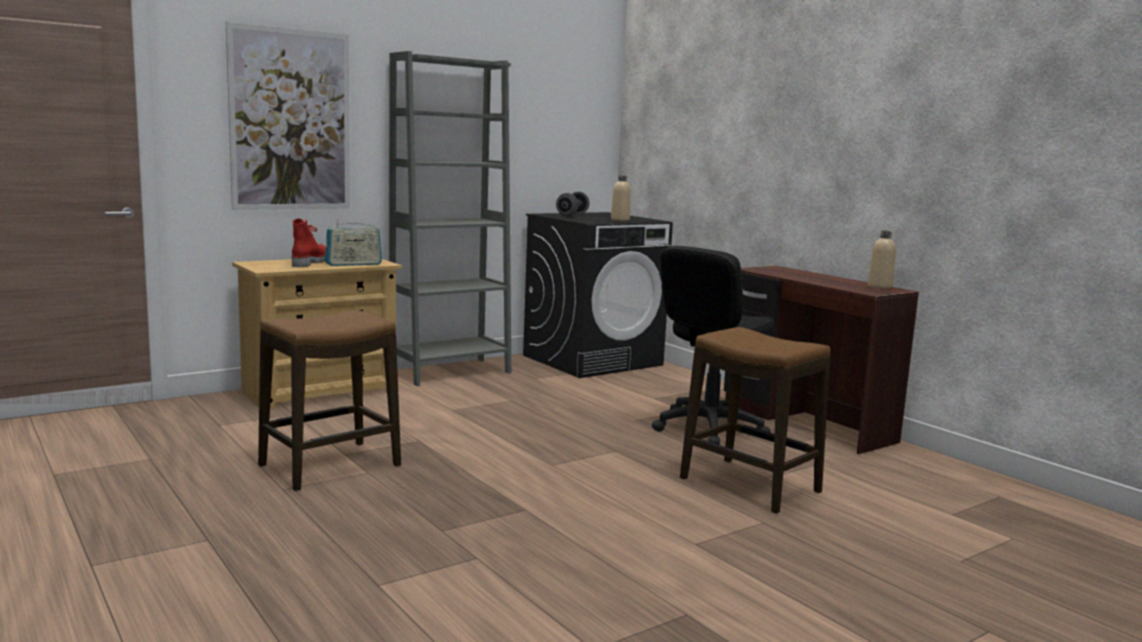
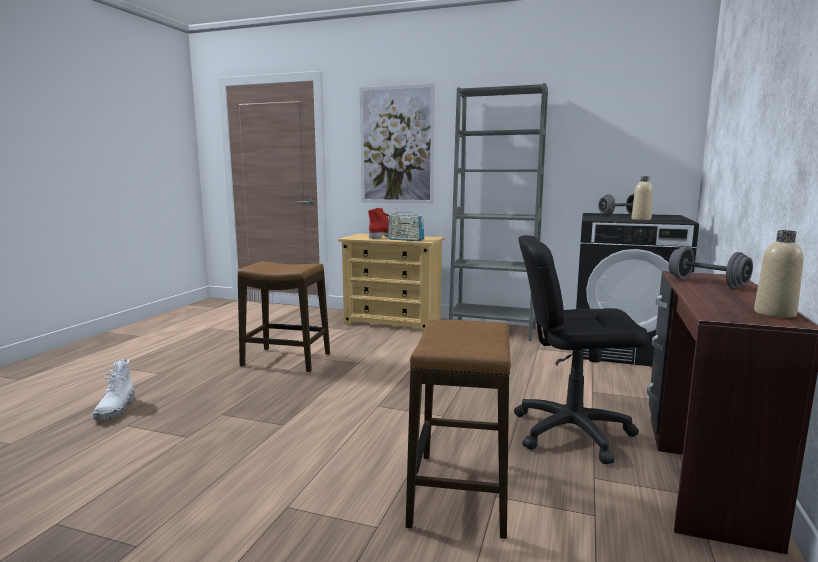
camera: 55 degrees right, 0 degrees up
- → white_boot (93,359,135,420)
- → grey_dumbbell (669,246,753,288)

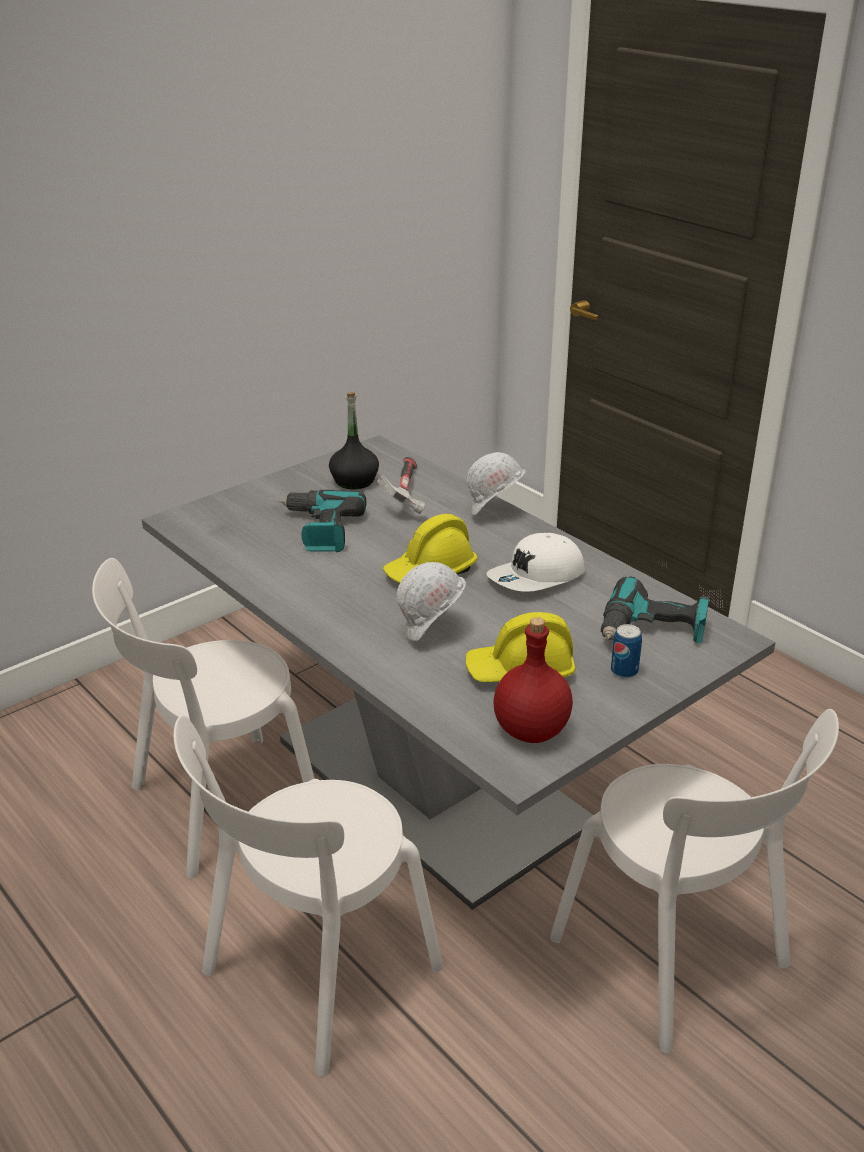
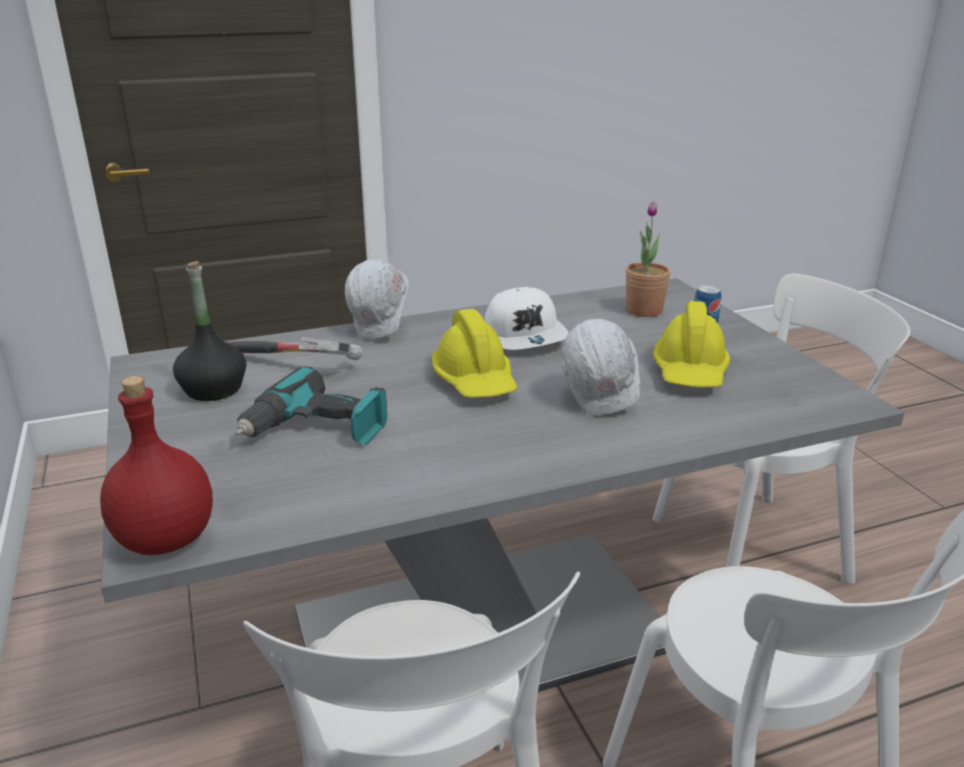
camera: 70 degrees left, 5 degrees down
red_bottle (493,617,573,743) → red_bottle (100,376,213,555), move
power_drill (601,576,709,644) → potted_plant (626,202,671,317)

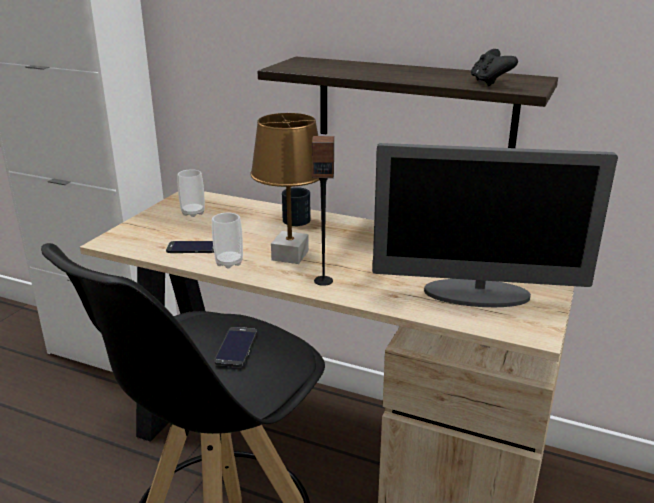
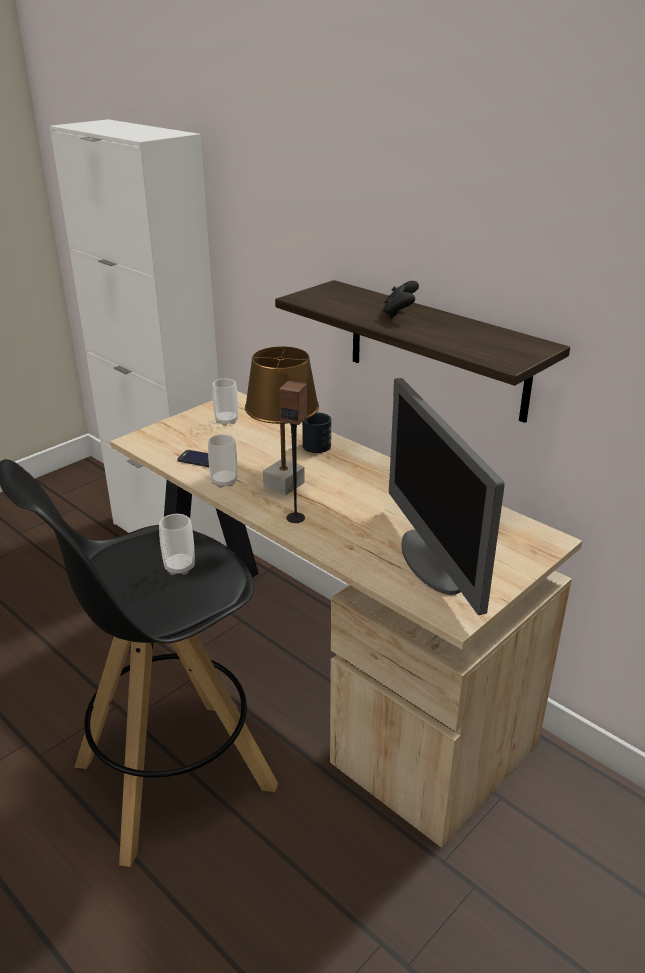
camera: 20 degrees right, 5 degrees up
black_game_controller (471,49,518,87) → black_game_controller (383,281,419,318), move
phone (214,327,257,367) → cup (159,514,195,575)
monitor (373,143,618,307) → monitor (389,378,505,615), 45 degrees clockwise

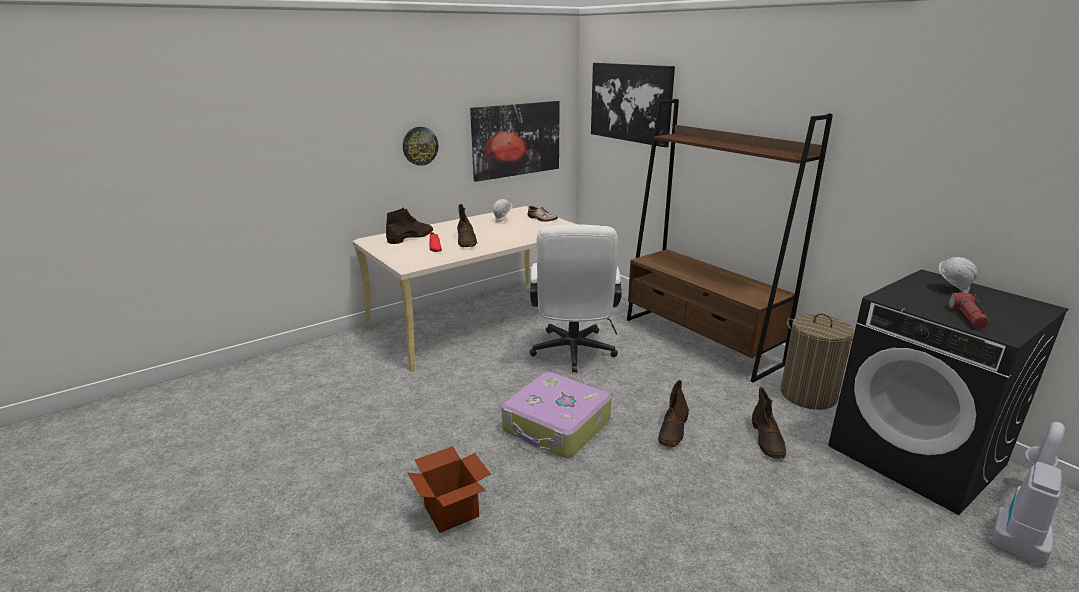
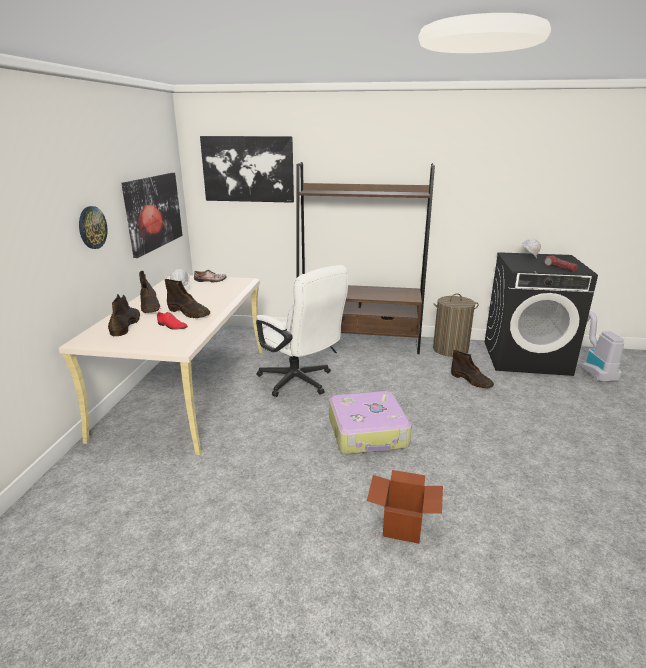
camera: 45 degrees left, 0 degrees up
brown_boot (659,380,689,447) → brown_boot (139,271,160,313), move

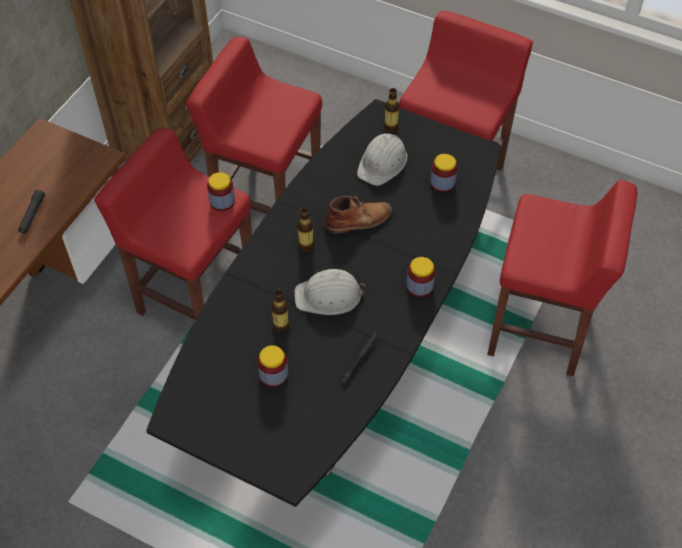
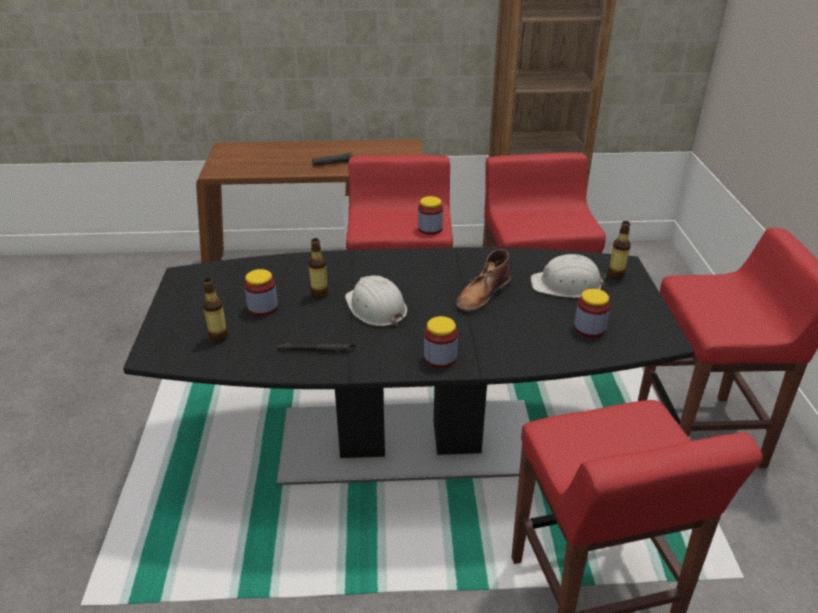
camera: 60 degrees right, 20 degrees down
bottle (297,208,314,252) → bottle (203,278,228,342), move
brown_boot (324,196,392,234) → brown_boot (456,249,511,312), 90 degrees clockwise

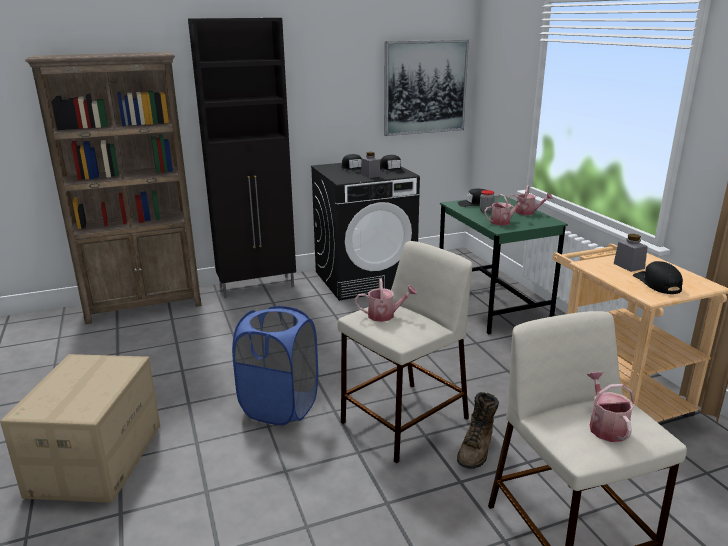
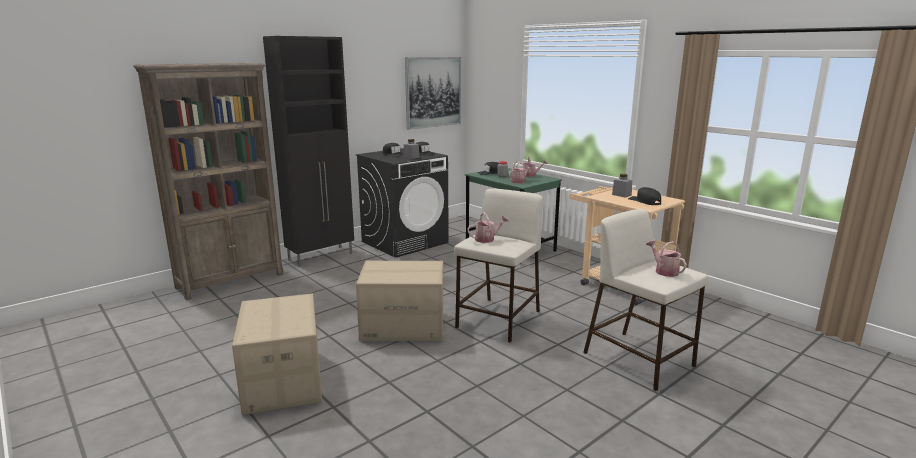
camera: 20 degrees left, 5 degrees down
brown_boot (457,392,499,469) → -
blue_laundry_basket (232,306,318,425) → cardboard_box (356,261,443,341)

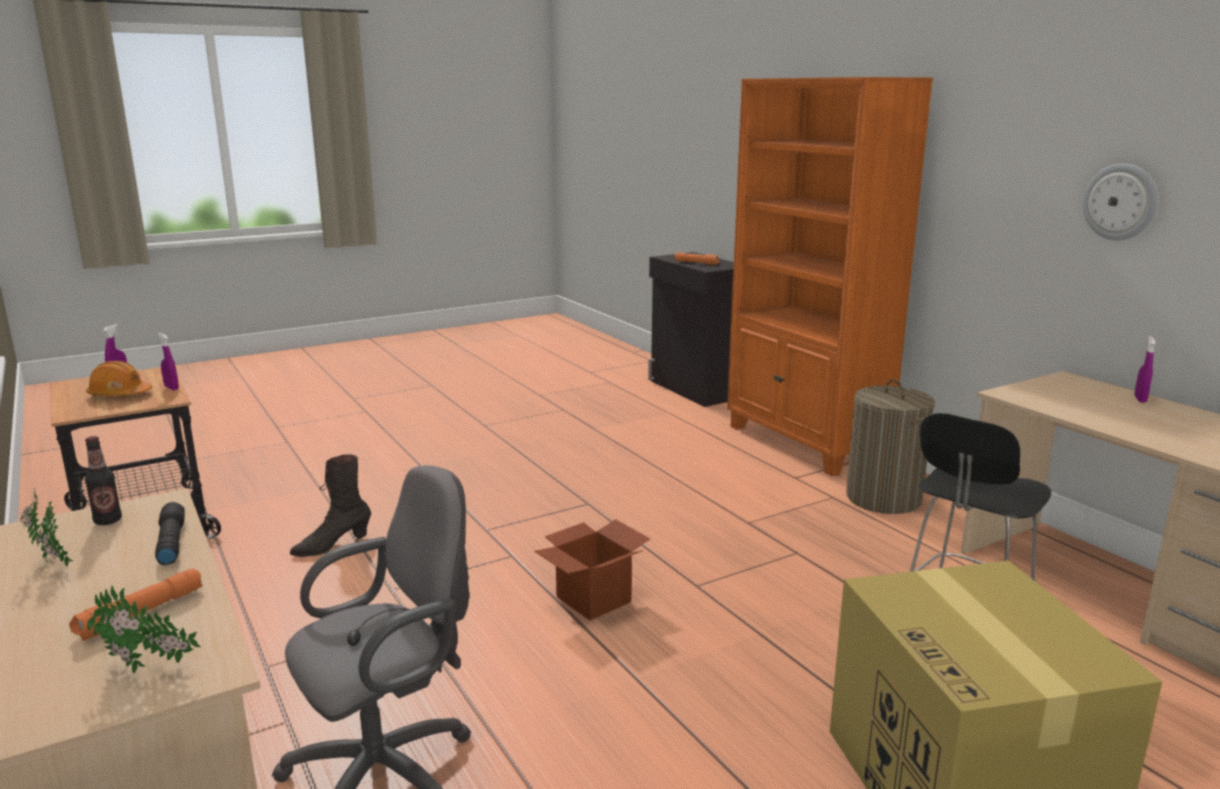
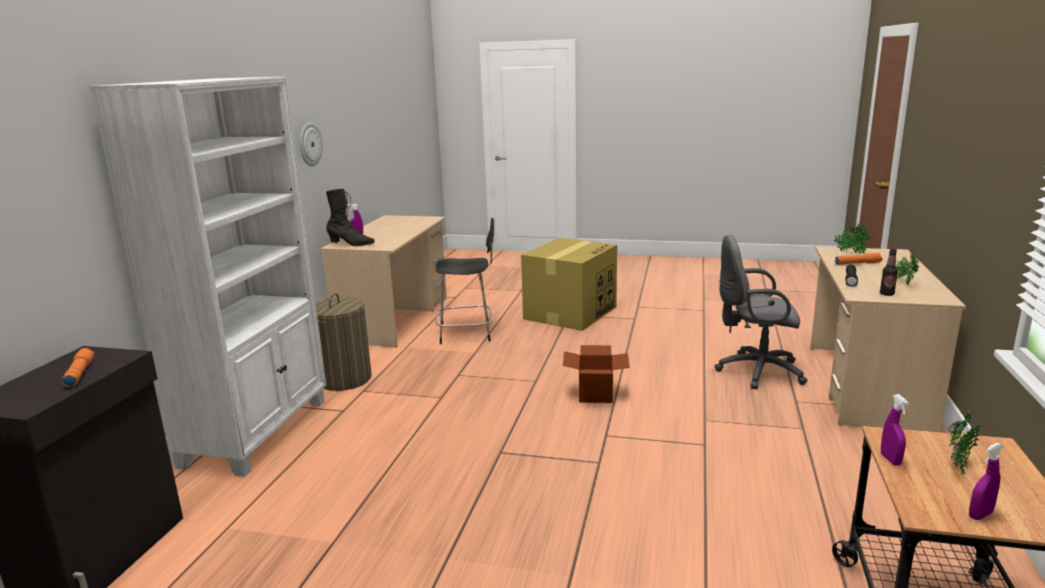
camera: 135 degrees left, 0 degrees up
black_boot (289,454,371,557) → black_boot (326,189,375,246), move
orange_hard_hat (86,361,152,396) → potted_plant (948,412,980,474)
orange_bookcase (727,77,933,476) → white_bookcase (89,77,326,477)

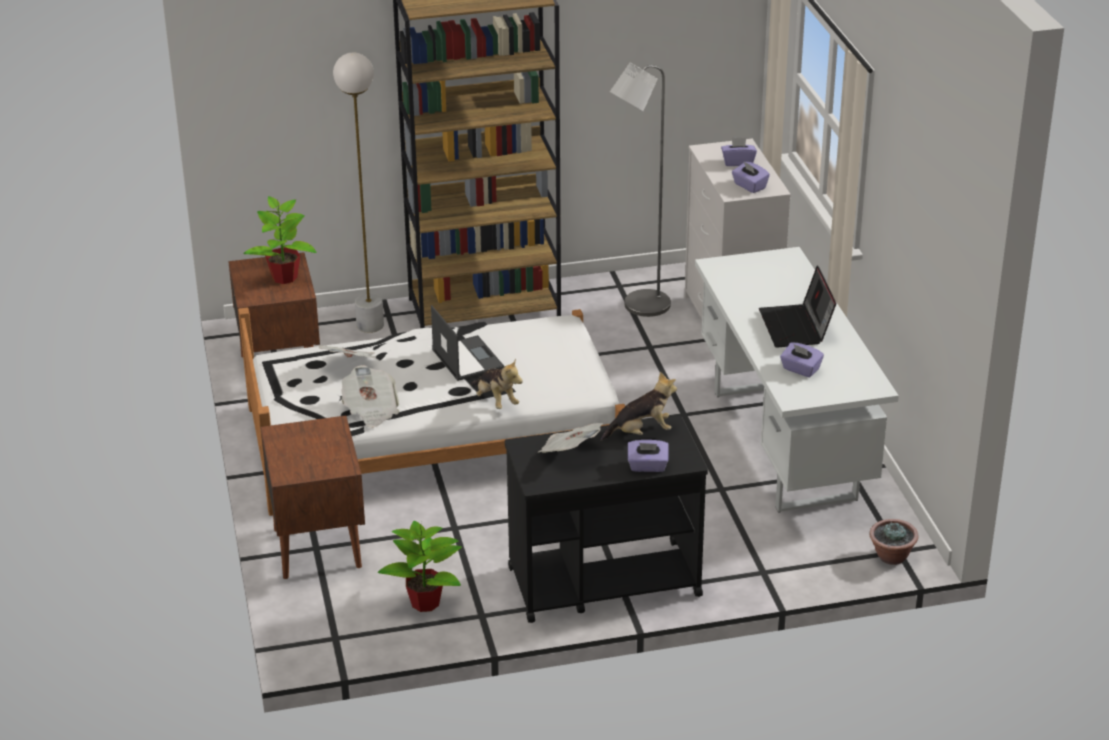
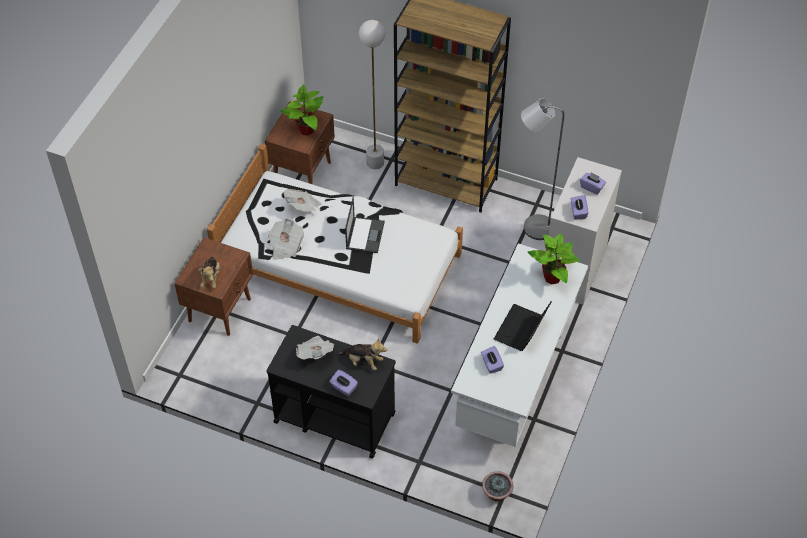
camera: 35 degrees right, 20 degrees up
potted_plant (378,521,462,612) → potted_plant (527,233,580,284), move
plush_toy (471,359,523,409) → plush_toy (199,257,220,288), move

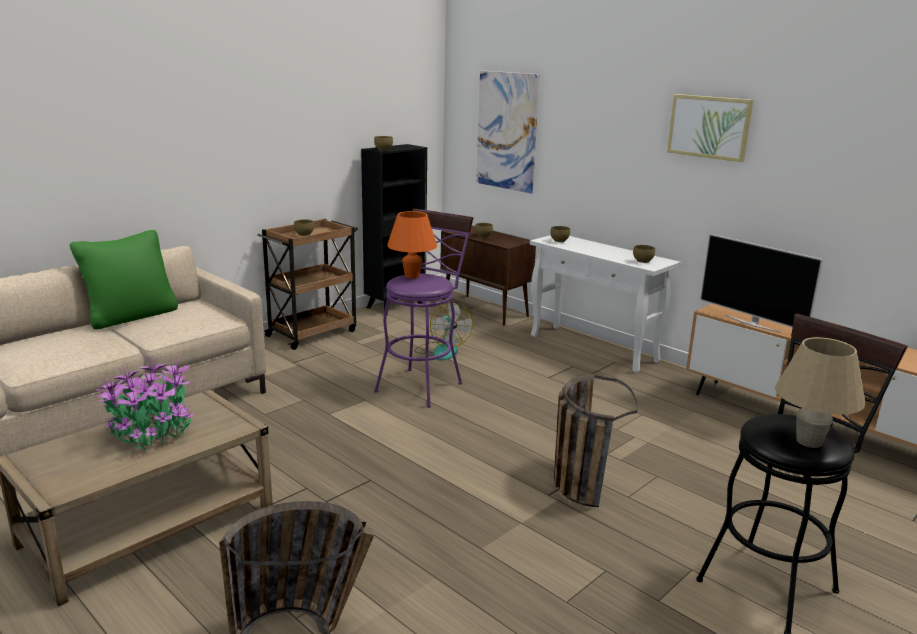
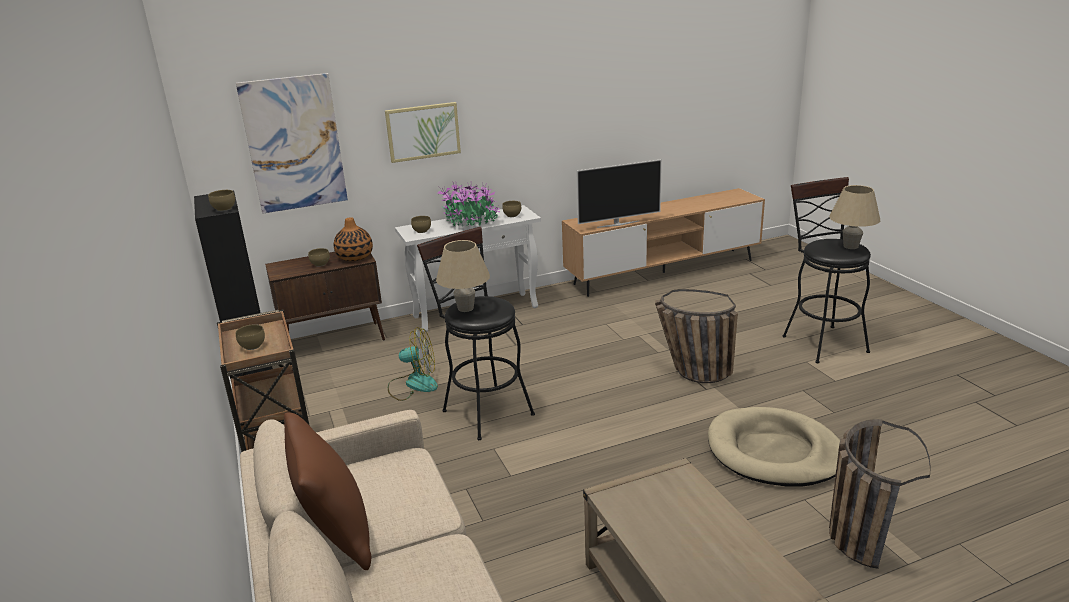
camera: 65 degrees left, 5 degrees up
- → vase (334,217,373,261)
- → beige_dog_bed (708,407,840,487)
potted_plant (96,357,194,450) → potted_plant (436,181,500,226), move
picture (667,94,753,162) → picture (385,102,461,163), move
green_pillow (70,230,178,330) → brown_pillow (284,412,371,570)
purple_stool (374,208,473,408) → black_stool (417,227,535,440)
orange_table_lamp (387,211,437,278) → beige_table_lamp (436,240,490,312)

